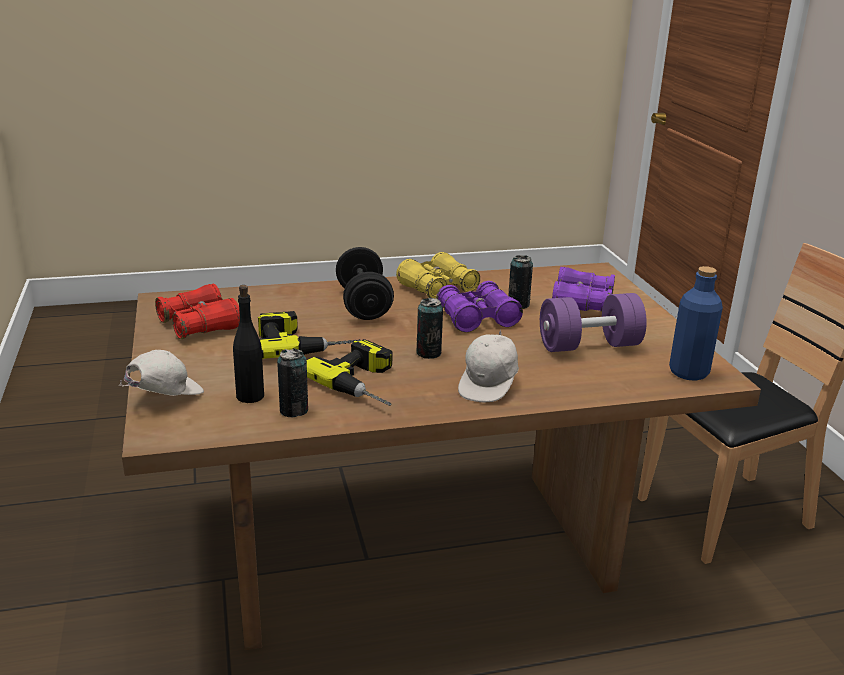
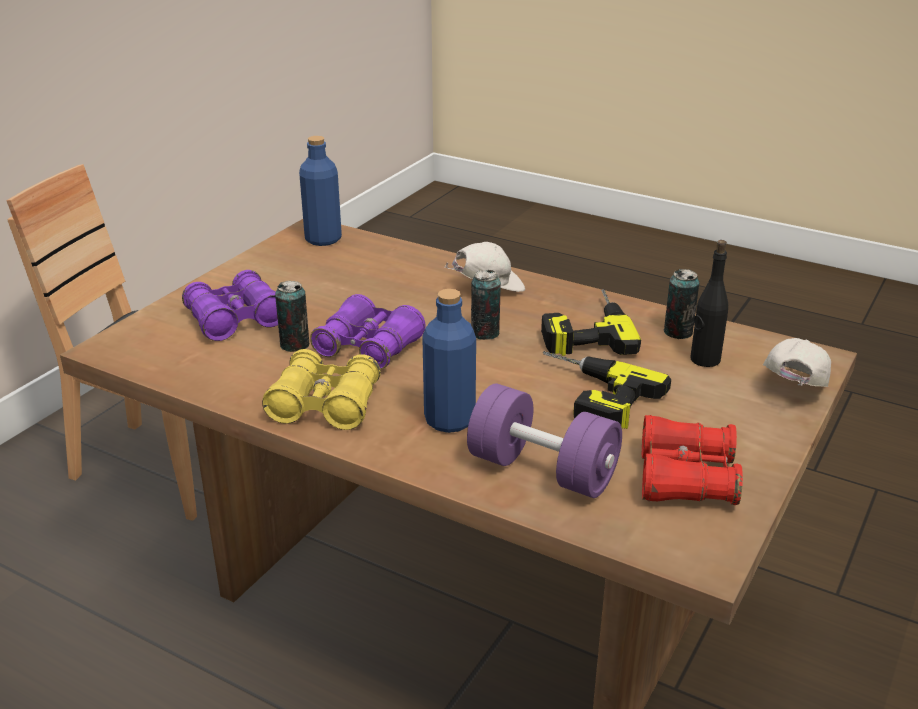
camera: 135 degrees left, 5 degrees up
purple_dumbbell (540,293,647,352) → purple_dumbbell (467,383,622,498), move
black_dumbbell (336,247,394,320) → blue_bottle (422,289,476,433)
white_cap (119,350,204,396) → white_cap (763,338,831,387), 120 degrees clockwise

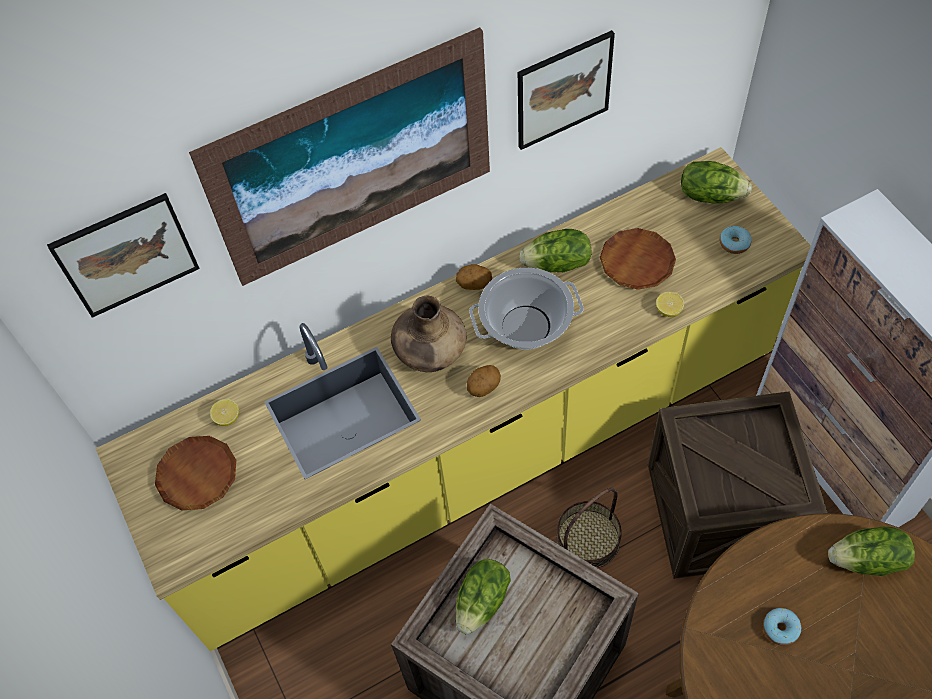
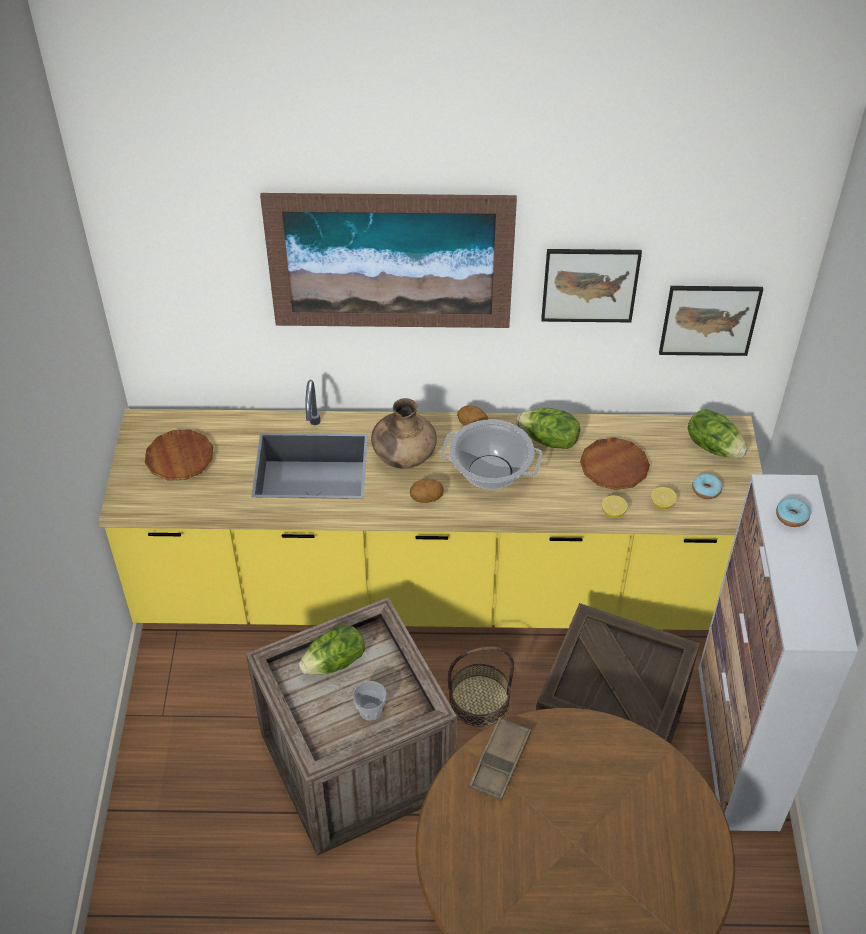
camera: 25 degrees right, 10 degrees down
lettuce (828,527,915,576) → -
- → cup (353,681,386,721)
- → brown_tray (468,717,531,801)
picture (47,193,200,318) → picture (659,286,763,356), move
lemon (210,399,239,426) → lemon (651,487,677,509), move
donut (763,608,801,646) → donut (776,498,810,527), move

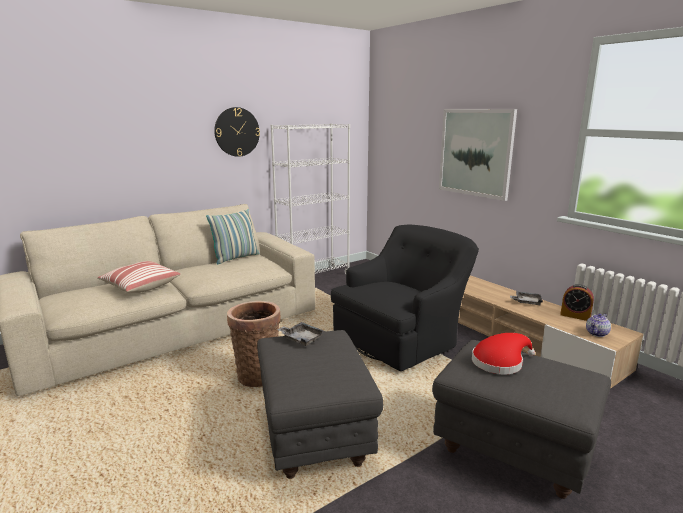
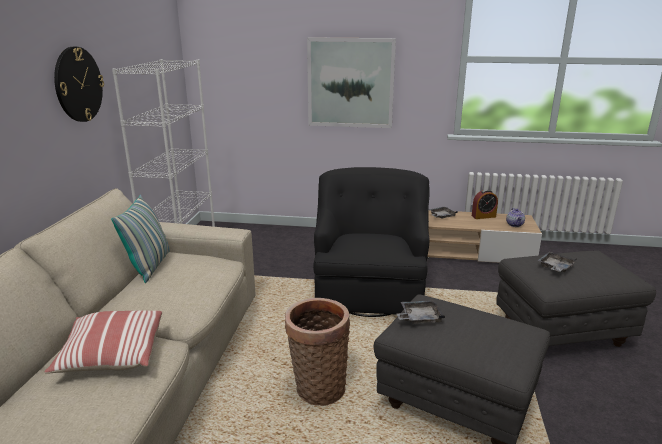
camera: 45 degrees left, 5 degrees up
red_hat (472,333,535,375) → grey_tray (538,252,577,272)

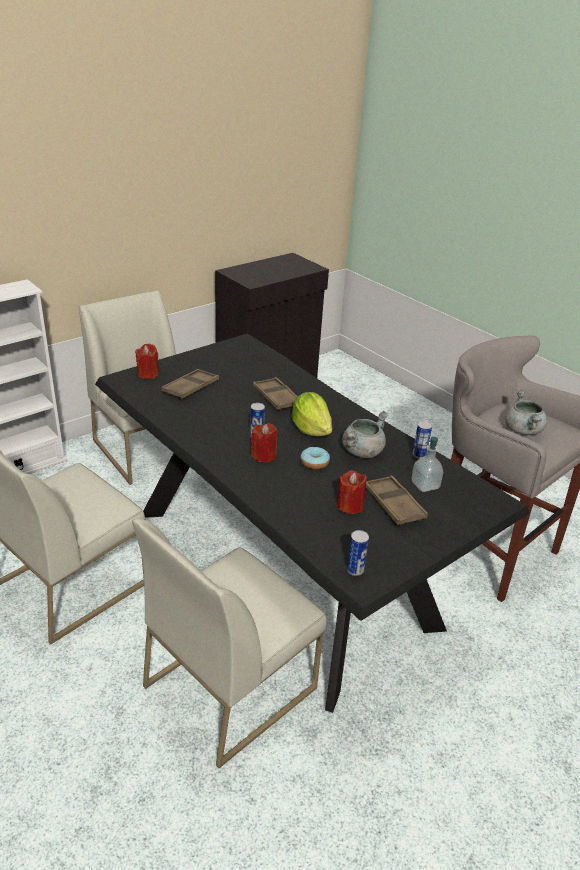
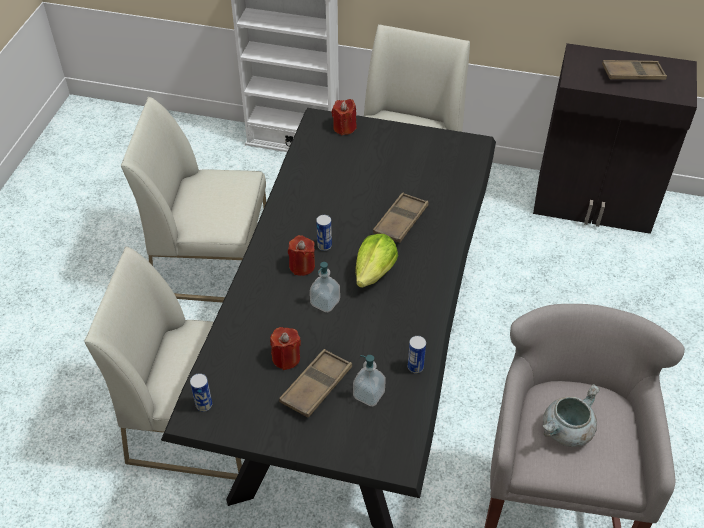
camera: 55 degrees right, 15 degrees up
grey_cooking_pot (342,411,389,458) → -
brown_tray (162,369,219,399) → brown_tray (602,60,667,80), move
donut (301,447,330,469) → soap_dispenser (310,262,340,312)

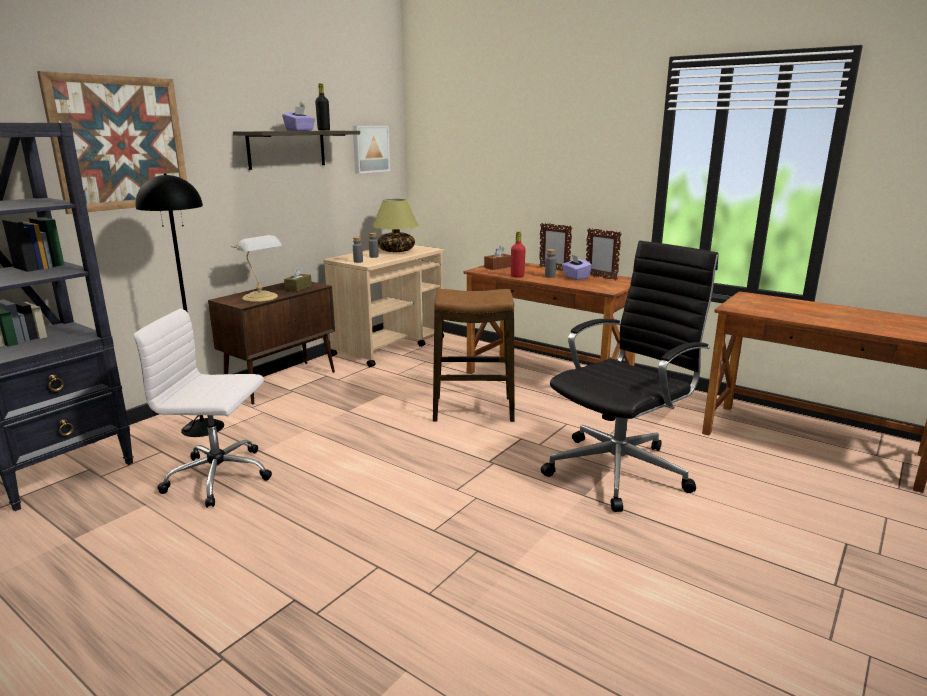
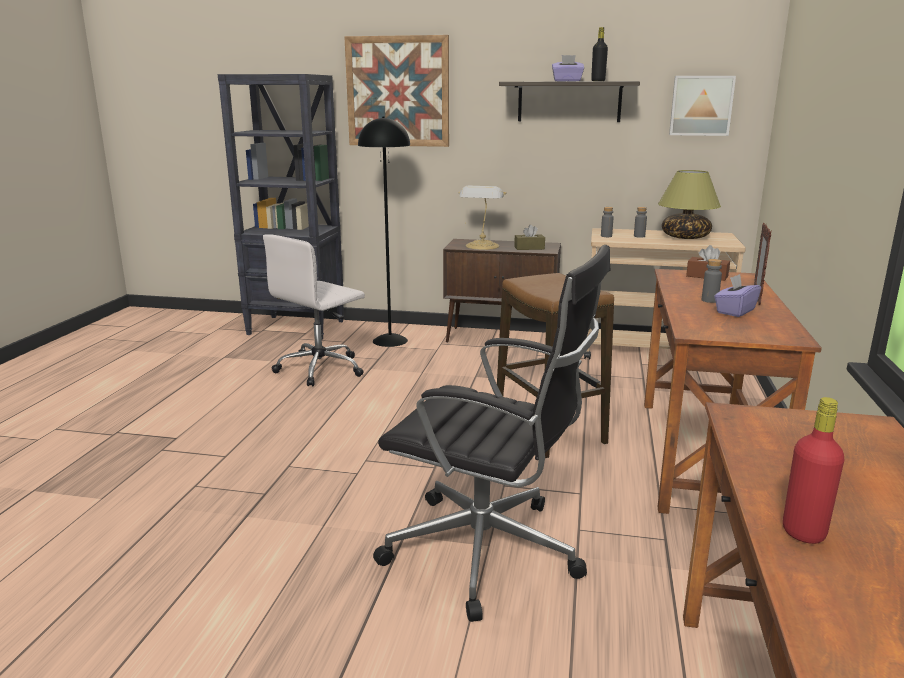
camera: 65 degrees right, 0 degrees up
picture_frame (586,228,621,281) → -
red_bottle (511,231,526,278) → red_bottle (783,397,844,544), move
white_office_chair (134,309,272,508) → white_office_chair (263,234,365,386), 120 degrees counterclockwise

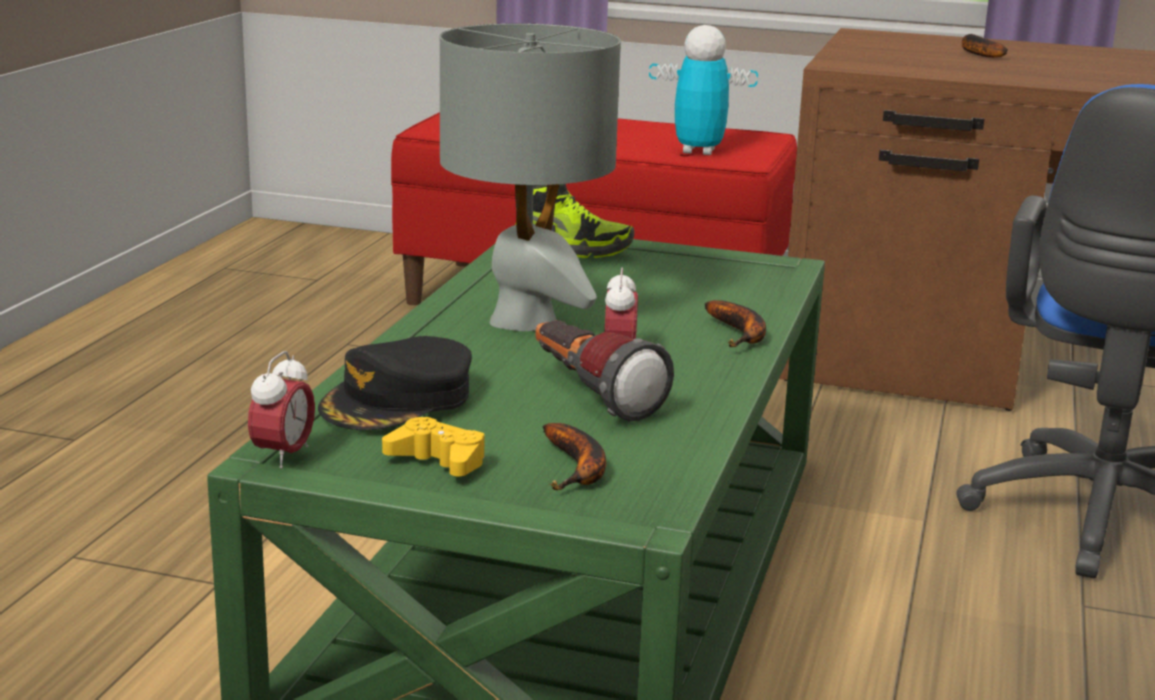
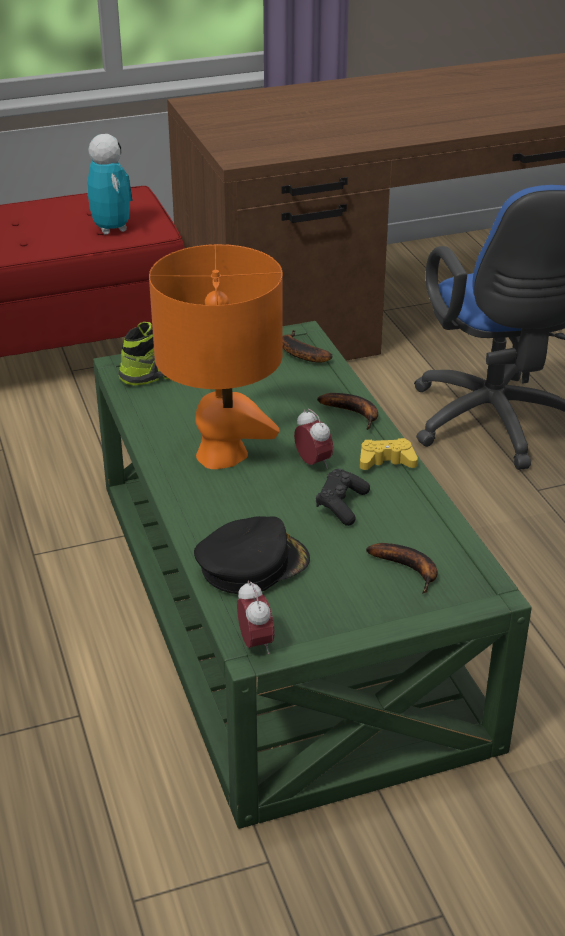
camera: 35 degrees left, 15 degrees up
yellow_game_controller (382,417,485,476) → yellow_game_controller (360,438,418,470), move
banana (962,34,1008,58) → banana (282,330,332,363), move
flashlight (535,320,674,421) → black_game_controller (316,469,370,526)
grey_table_lamp (440,23,621,331) → orange_table_lamp (149,244,282,469)
black_cap (318,336,472,430) → black_cap (194,516,310,594), 120 degrees counterclockwise
toy_robot (649,25,758,155) → toy_robot (87,134,132,235), 90 degrees clockwise

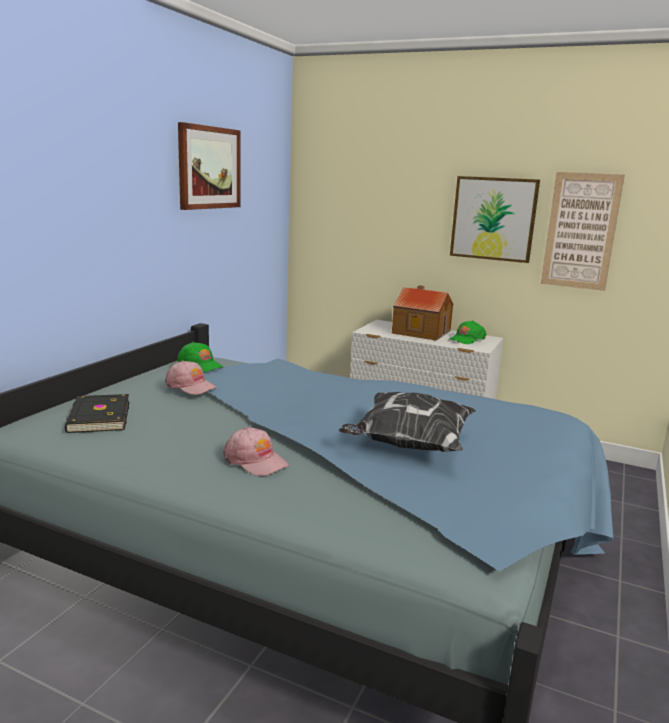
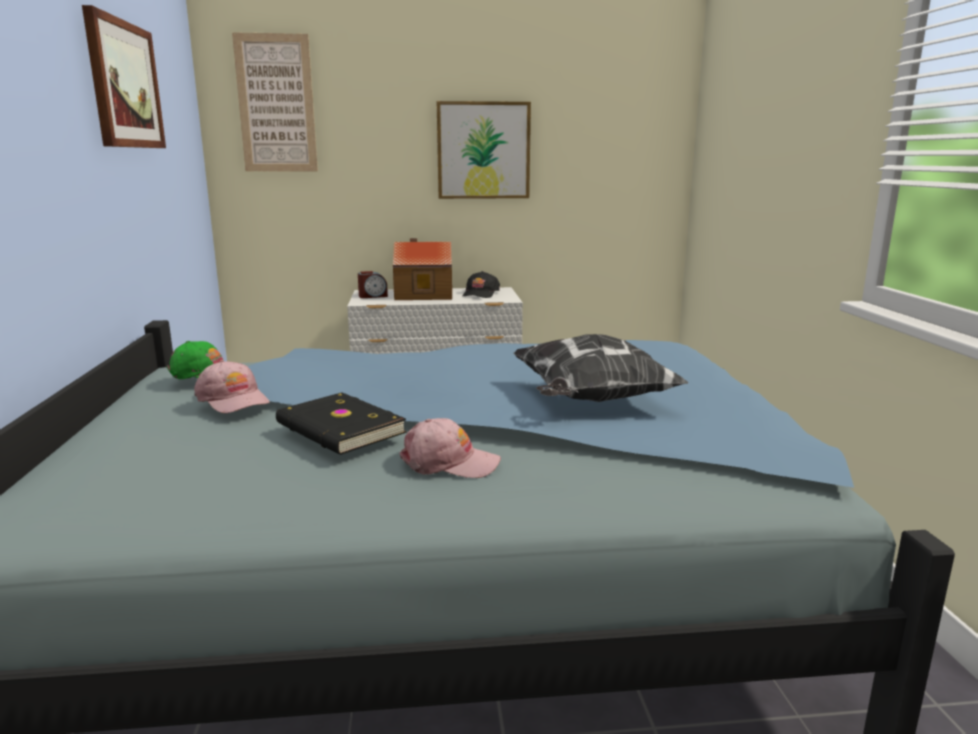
camera: 30 degrees left, 0 degrees up
- → alarm_clock (358,271,388,298)
black_book (65,394,129,433) → black_book (276,392,407,455), move
picture (541,172,625,291) → picture (232,32,318,172), move
green_cap (448,321,486,344) → black_cap (462,271,500,298)
pink_cap (165,360,218,395) → pink_cap (194,360,270,414), 45 degrees clockwise

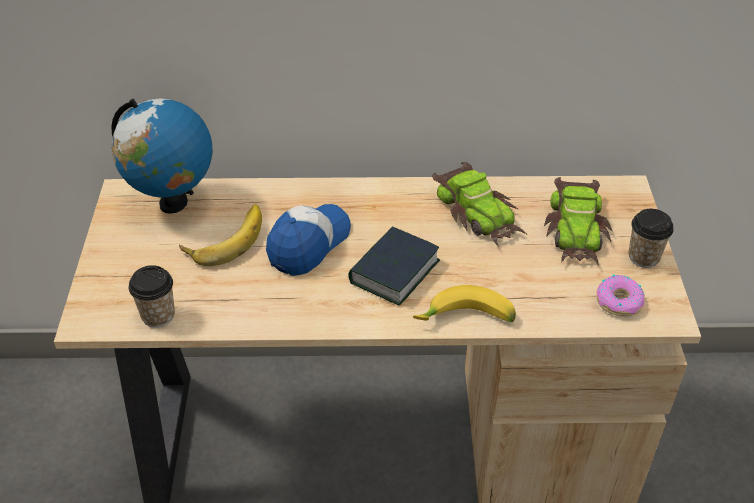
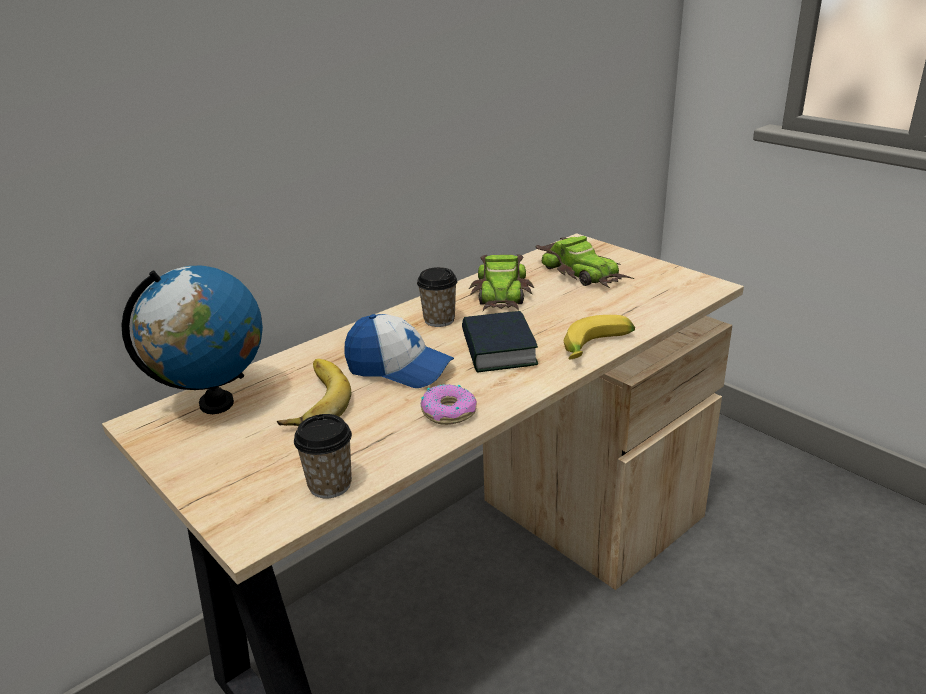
camera: 40 degrees left, 15 degrees down
donut (596,274,645,316) → donut (421,384,477,425), move
cup (628,209,674,268) → cup (417,267,457,327), move
cap (266,204,351,276) → cap (345,314,454,388), 120 degrees clockwise
toy_car (432,162,528,247) → toy_car (469,254,534,311), 75 degrees clockwise

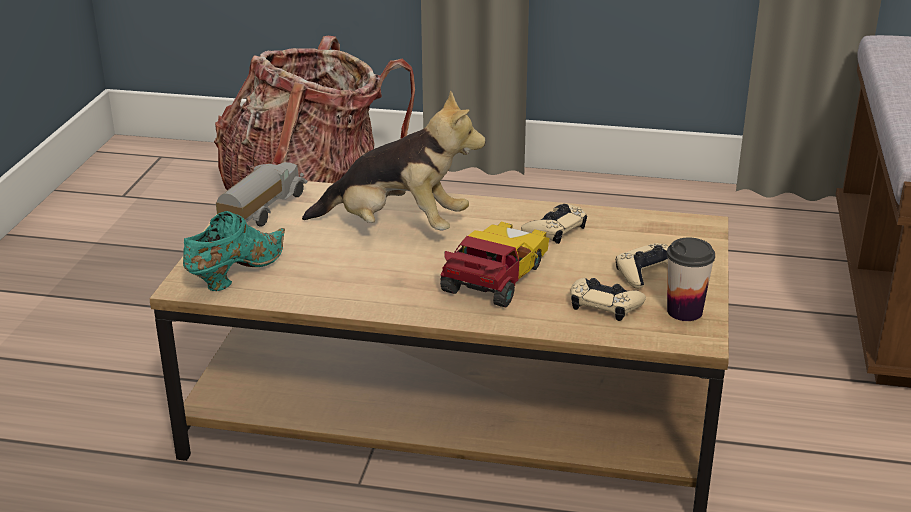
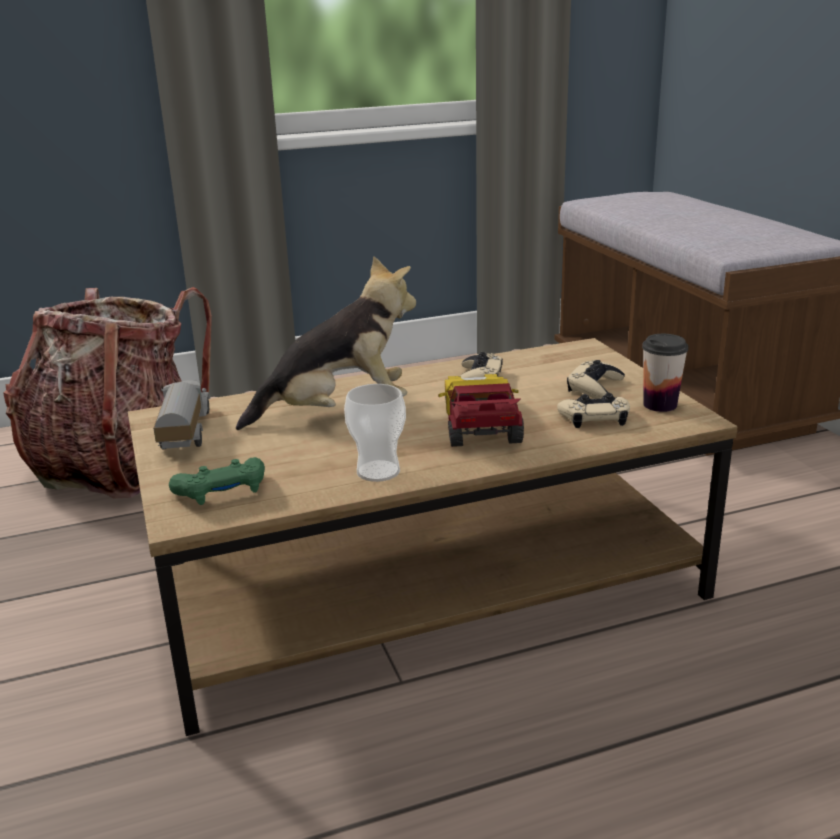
camera: 30 degrees left, 5 degrees down
- → cup (344,384,406,482)
turquoise_shoe (183,211,285,291) → green_game_controller (169,457,265,505)

